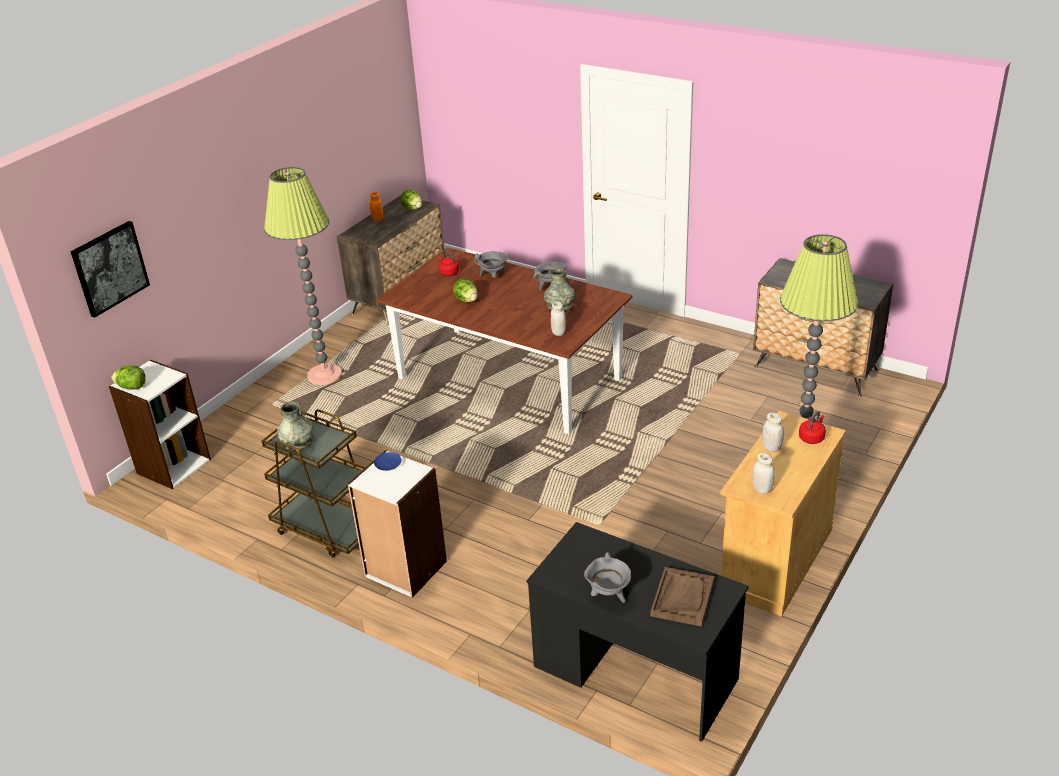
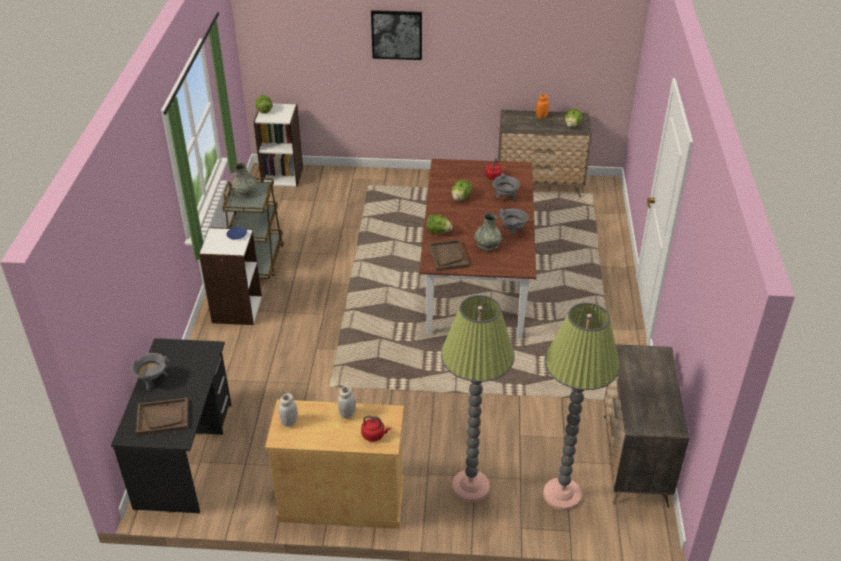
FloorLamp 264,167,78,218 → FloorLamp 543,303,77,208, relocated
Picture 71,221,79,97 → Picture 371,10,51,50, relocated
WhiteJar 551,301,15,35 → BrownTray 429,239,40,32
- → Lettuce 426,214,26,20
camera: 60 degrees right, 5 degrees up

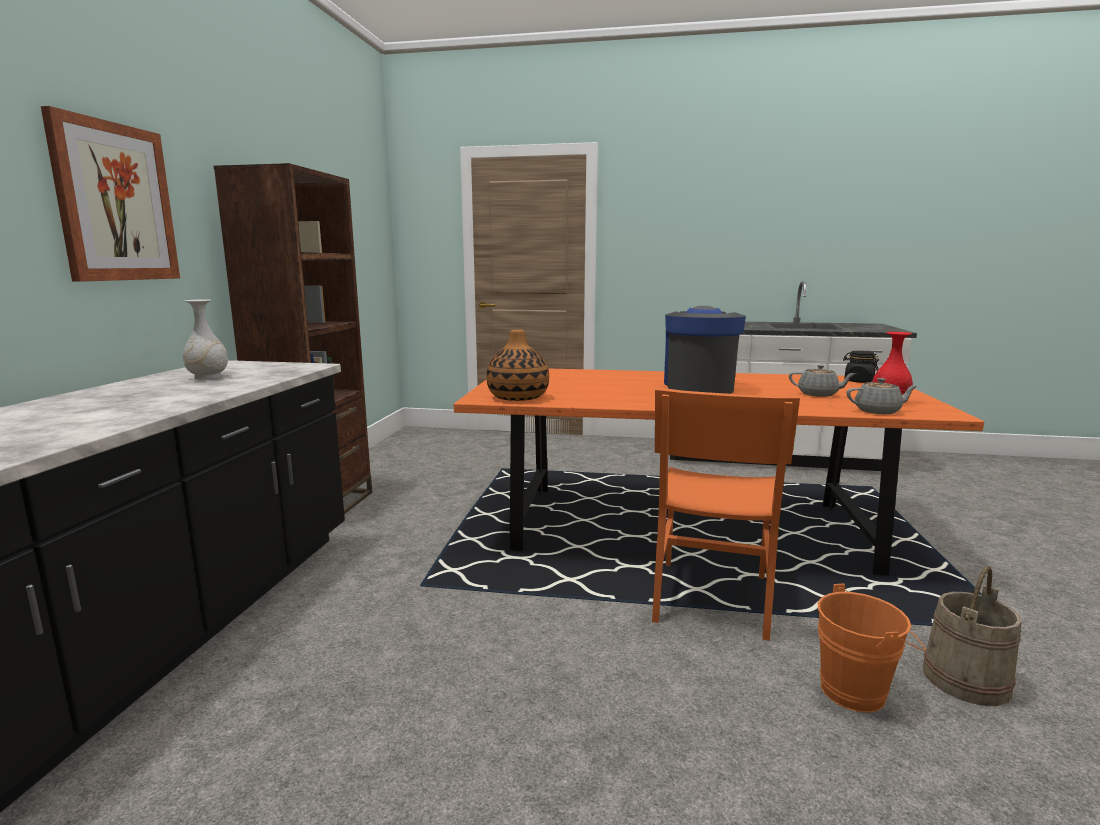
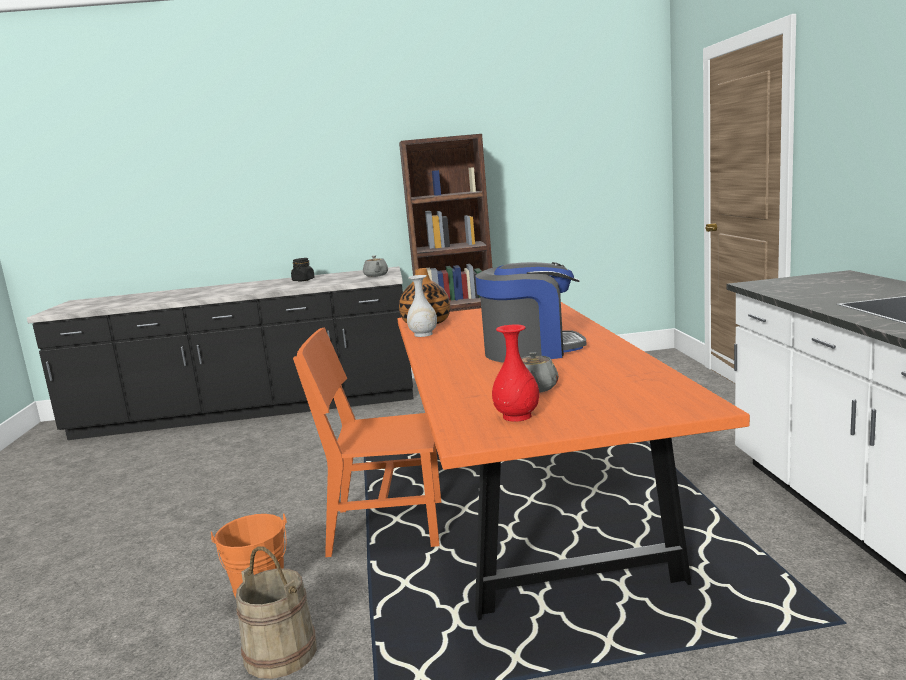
Picture 41,106,139,176 → -
WhiteVase 183,299,45,81 → WhiteVase 407,275,30,62, relocated
BlackJar 843,351,36,32 → BlackJar 291,258,24,23, relocated
GreyTeapot 847,378,71,36 → GreyTeapot 363,256,25,21, relocated
camera: 75 degrees right, 0 degrees up

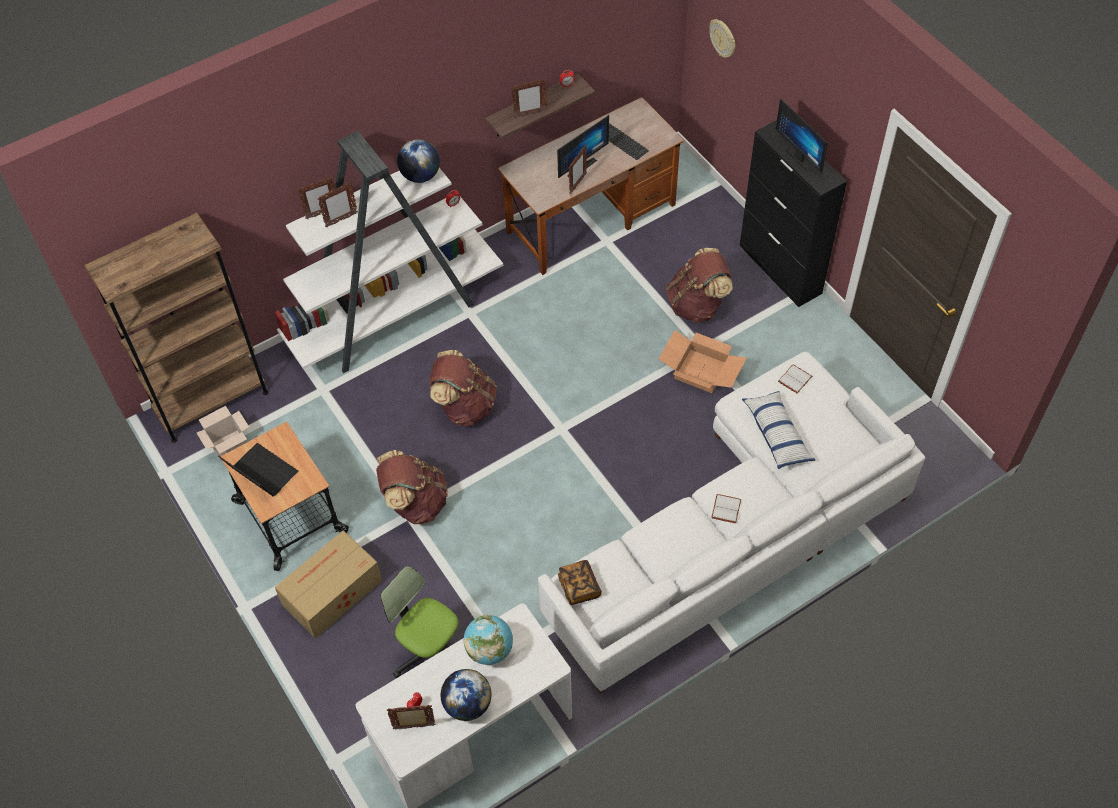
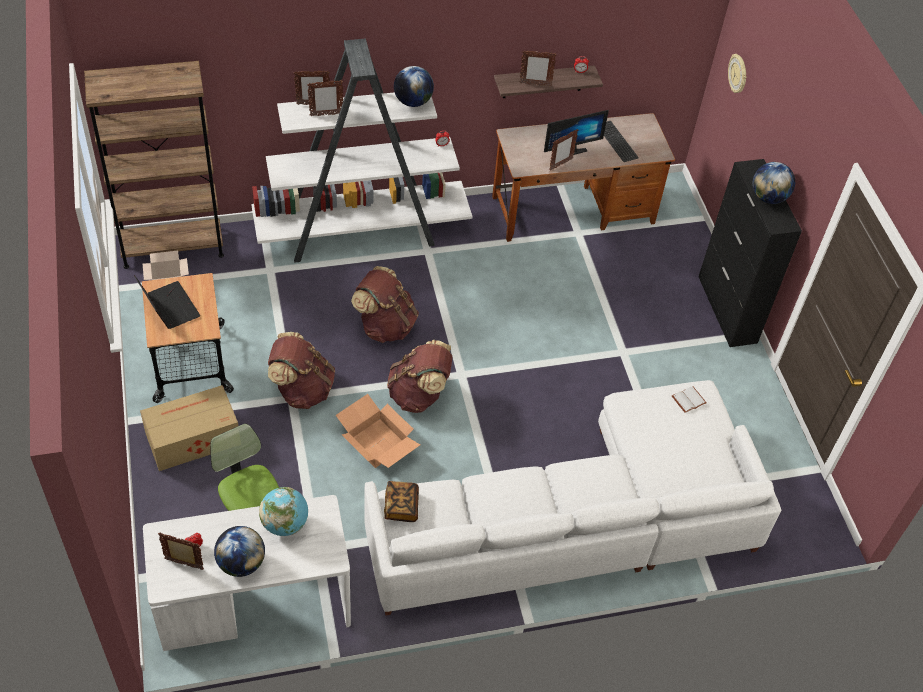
Monitor 776,98,52,75 → Globe 752,162,43,42
BrownBackpack 666,248,67,75 → BrownBackpack 387,340,66,73, relocated
CardboardBox 659,330,88,63 → CardboardBox 336,394,84,74, relocated
Pillow 742,391,73,78 → -
WhiteBook 711,494,30,29 → -
camera: 15 degrees right, 5 degrees down

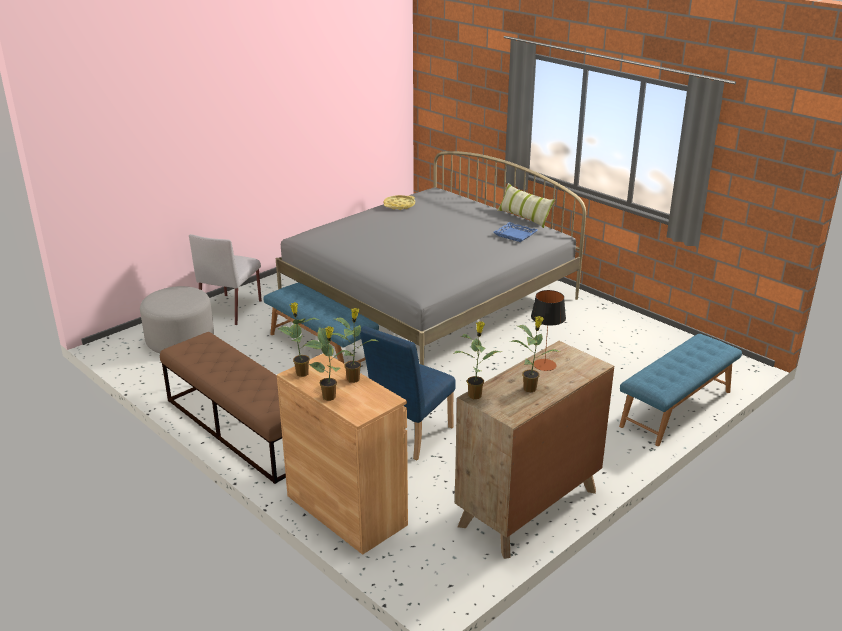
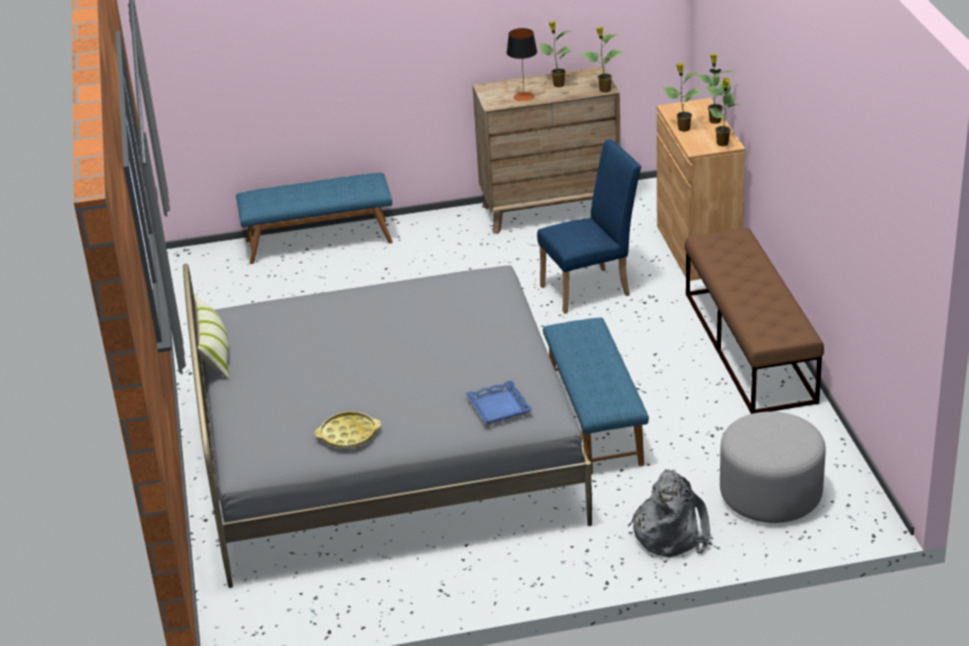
BlueTray 493,222,45,20 → BlueTray 465,380,68,44, relocated
GreyChair 189,234,73,91 → GreyBackpack 628,469,82,88
camera: 145 degrees left, 5 degrees up

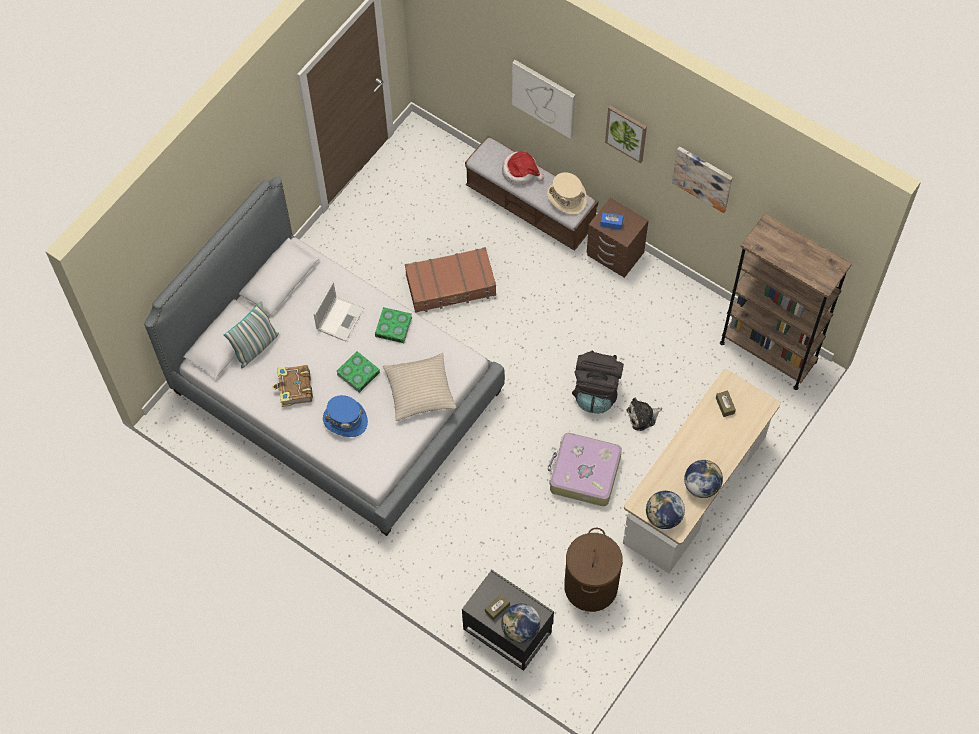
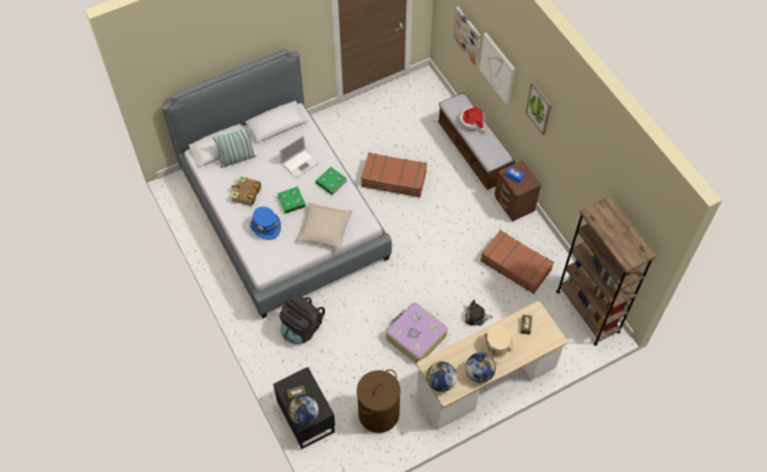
Picture 672,146,61,67 → Picture 453,7,28,58, relocated
BeigeHat 547,172,40,43 → BeigeHat 481,325,33,38, relocated
BlackBackpack 572,351,52,63 → BlackBackpack 279,295,46,49, relocated
- → BrownSuitcase 481,230,73,64
camera: 25 degrees right, 5 degrees down

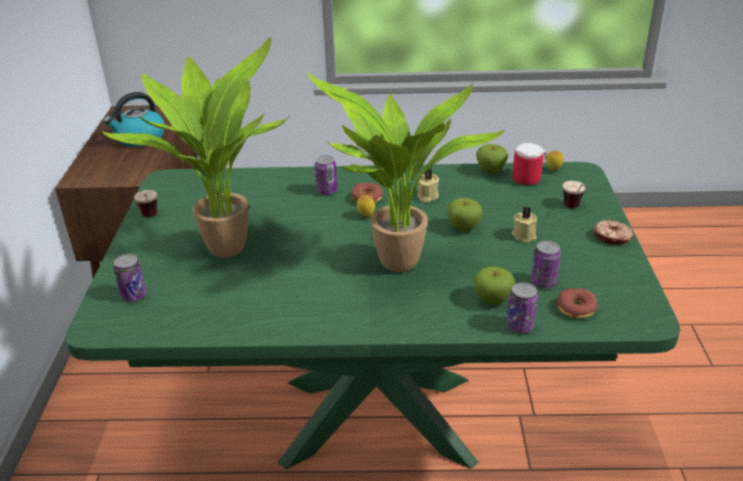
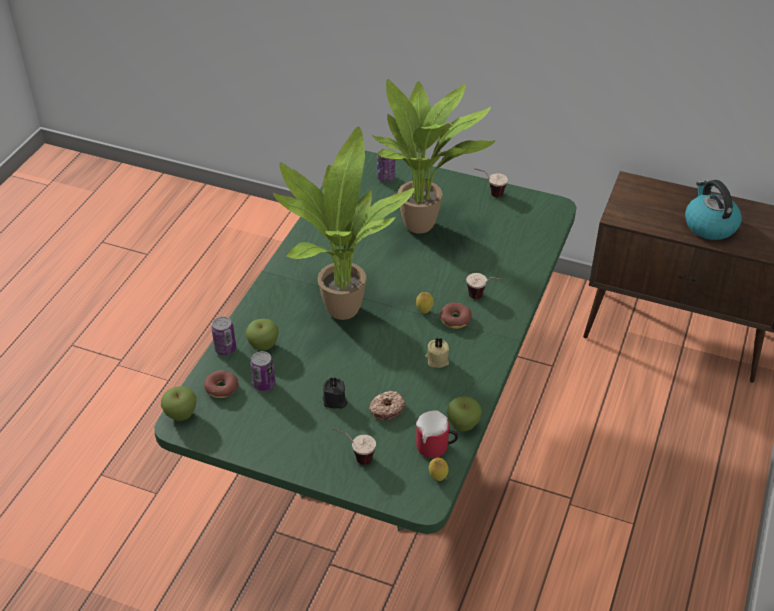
Can 315,155,22,40 → Cup 466,273,37,26
Apple 447,198,35,34 → Apple 161,386,36,35, relocated
BeigeCandle 512,207,25,36 → BlackCandle 323,377,24,32
Donut 593,220,41,25 → Donut 369,391,36,30, relocated
camera: 110 degrees right, 10 degrees up

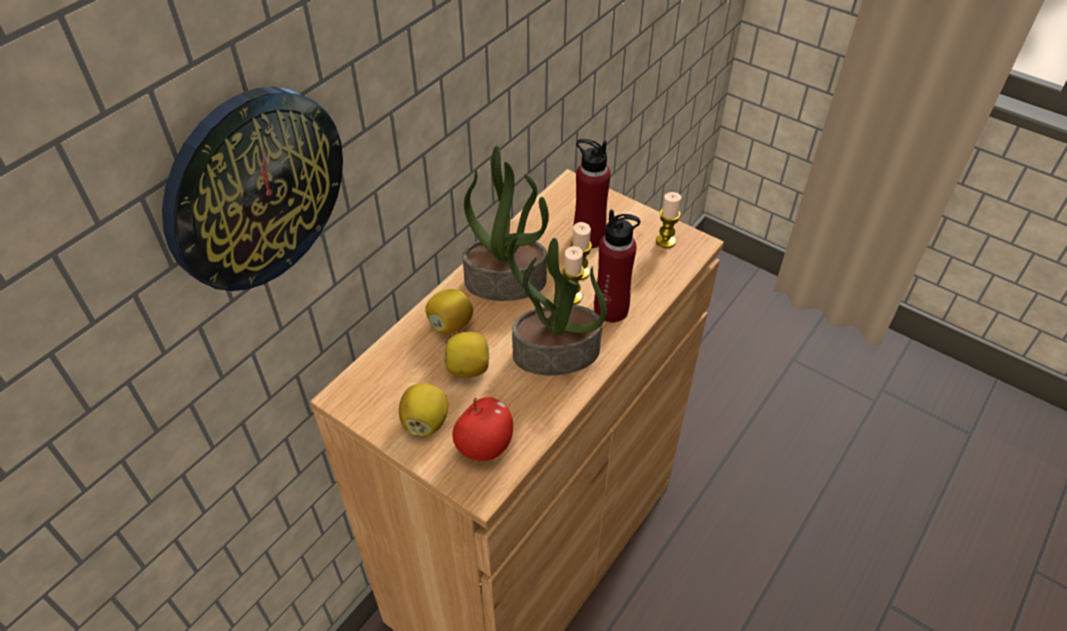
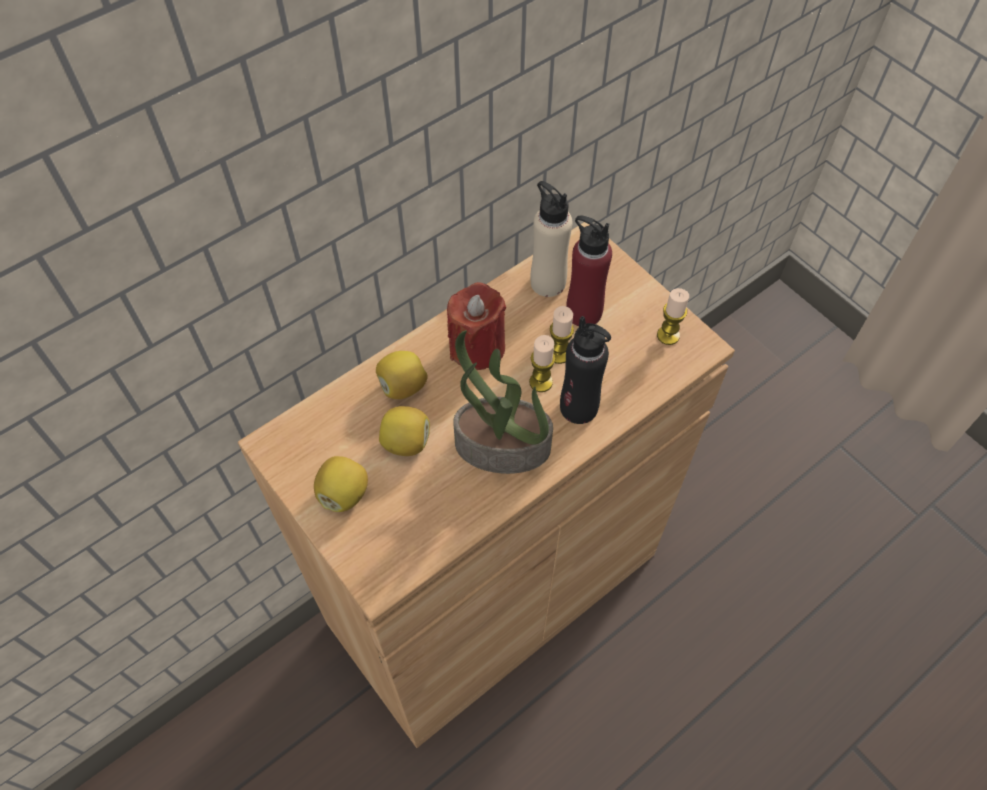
WallClock 162,86,181,205 → -
PottedPlant 462,146,87,155 → RedCandle 447,282,59,88
RedBottle 594,209,46,114 → BlackBottle 560,316,51,108
Apple 452,397,61,64 → -
- → BeigeBottle 530,181,43,116
camera: 15 degrees right, 10 degrees up

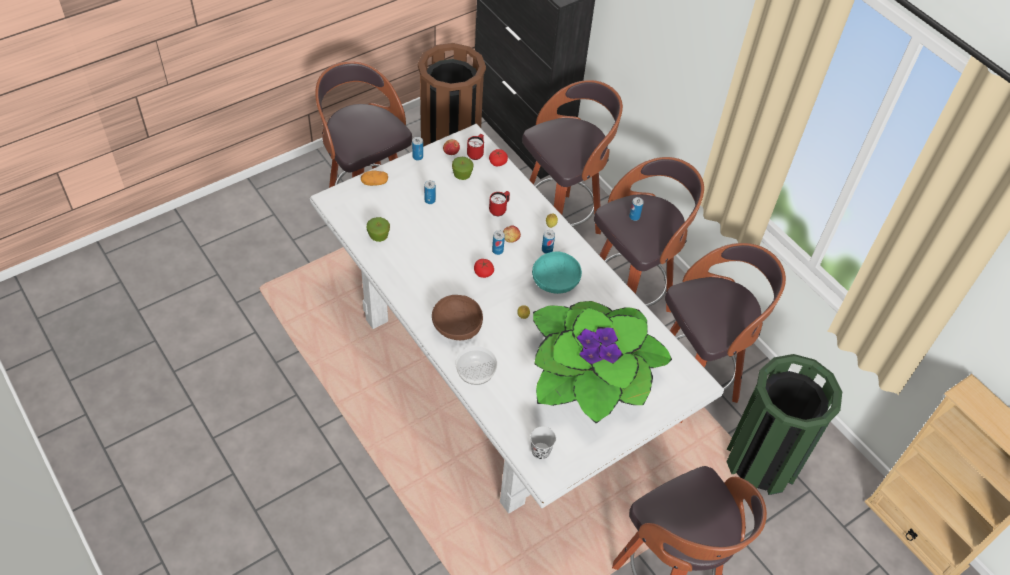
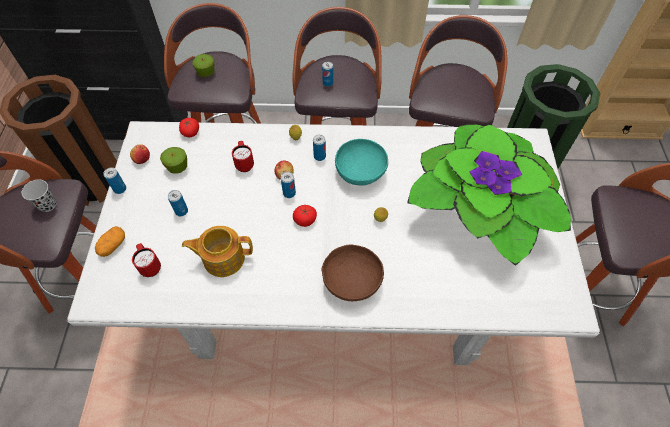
RedMug 467,134,17,26 → RedMug 132,243,29,34, relocated
Apple 367,217,23,25 → Apple 192,54,23,23, relocated
Bowl 456,346,41,39 → -
BlackCup 530,426,26,33 → BlackCup 22,179,34,33, relocated
- → Teapot 182,226,71,51
camera: 50 degrees left, 5 degrees up

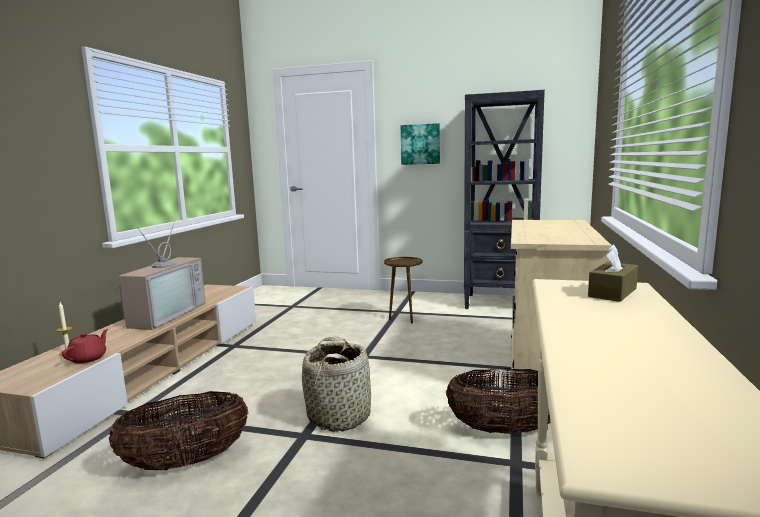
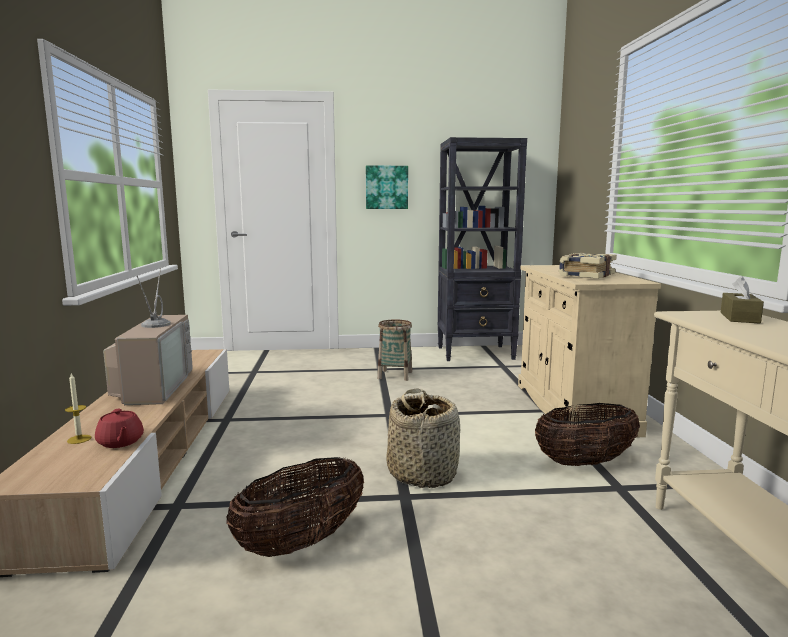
BrownSideTable 384,257,38,67 → Basket 377,319,35,62
RedTeapot 62,329,46,35 → RedTeapot 95,409,49,39, 150 degrees clockwise
- → Book 559,253,58,26
camera: 20 degrees left, 0 degrees up

